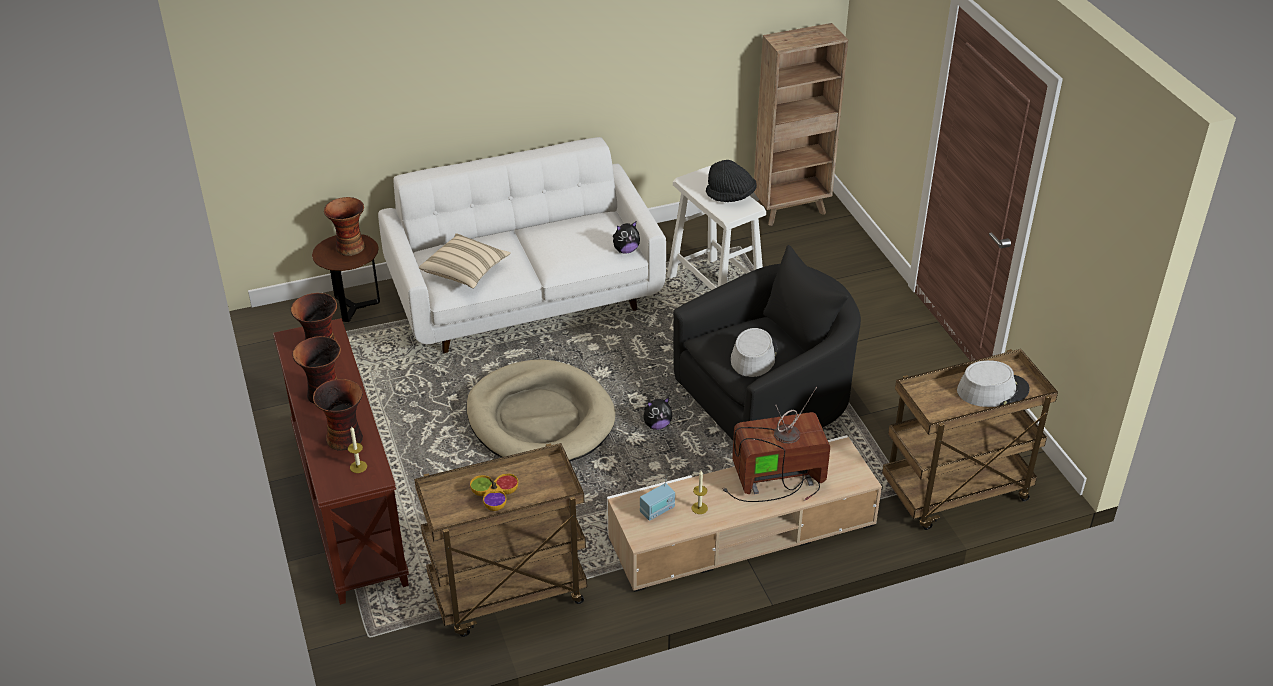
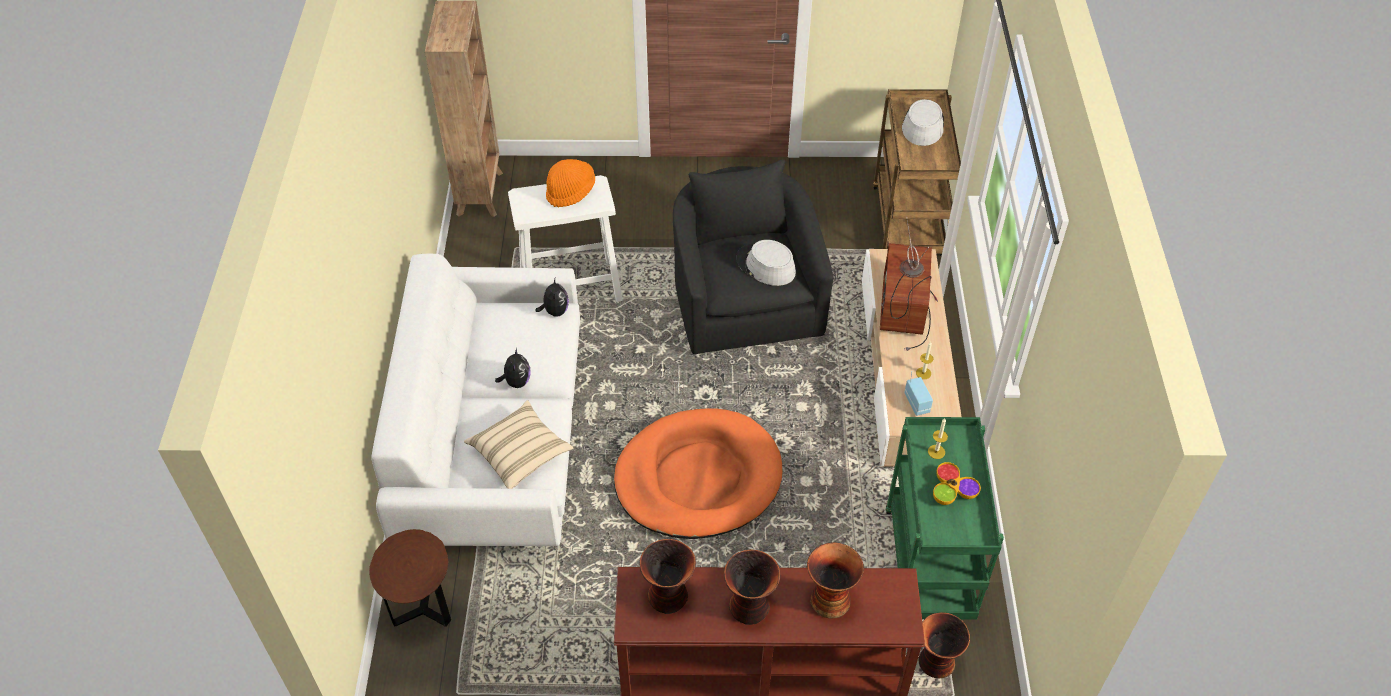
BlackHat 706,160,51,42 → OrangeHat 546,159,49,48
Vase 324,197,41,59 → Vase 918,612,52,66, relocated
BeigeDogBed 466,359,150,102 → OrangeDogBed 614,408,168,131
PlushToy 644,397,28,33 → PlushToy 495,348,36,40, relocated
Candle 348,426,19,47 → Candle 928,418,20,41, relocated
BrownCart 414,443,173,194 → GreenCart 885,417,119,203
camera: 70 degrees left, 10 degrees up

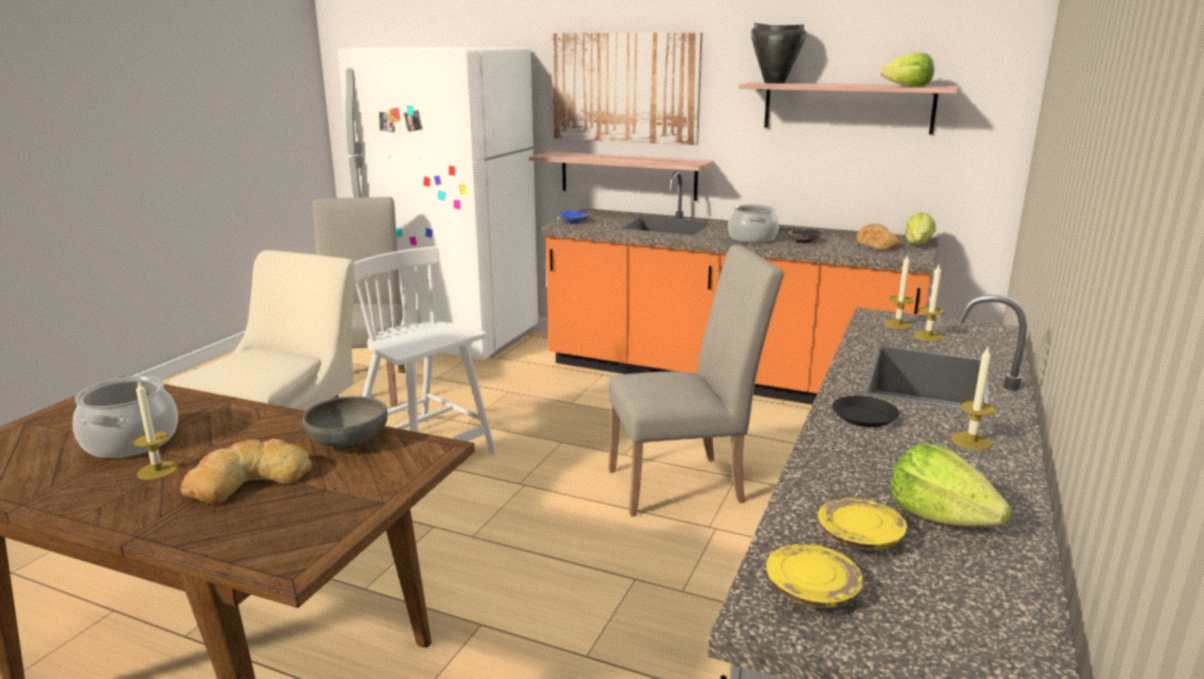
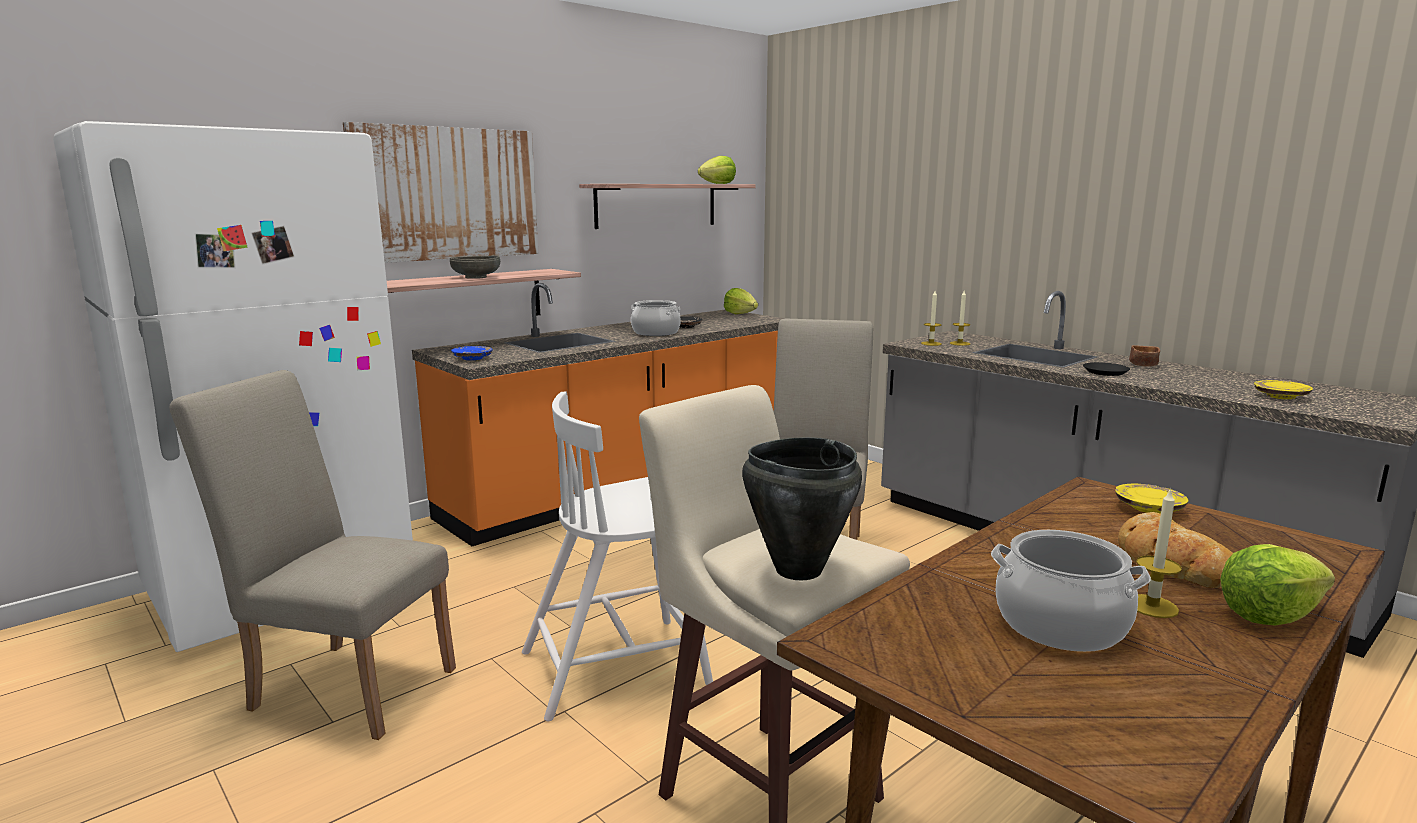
BlackCookingPot 751,23,55,61 → BlackCookingPot 742,437,120,143, relocated
Bread 856,223,45,27 → -
Candle 951,348,44,102 → BrownBowl 1129,345,31,22
GreyBowl 303,396,85,53 → GreyBowl 450,255,50,24, relocated
Lettuce 890,444,122,83 → Lettuce 1220,544,115,82, relocated
YellowPlate 766,544,97,64 → YellowPlate 1115,484,73,30, relocated
camera: 65 degrees left, 5 degrees down

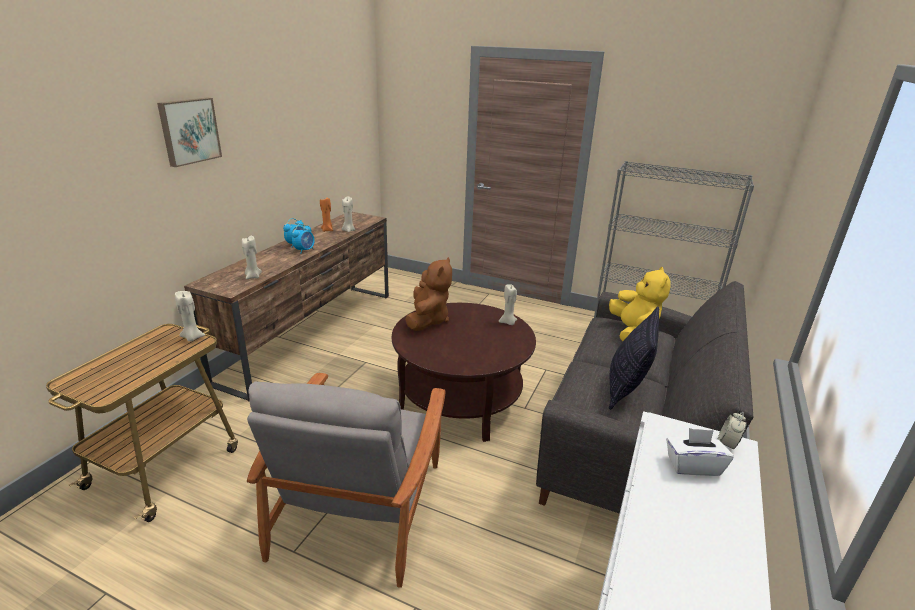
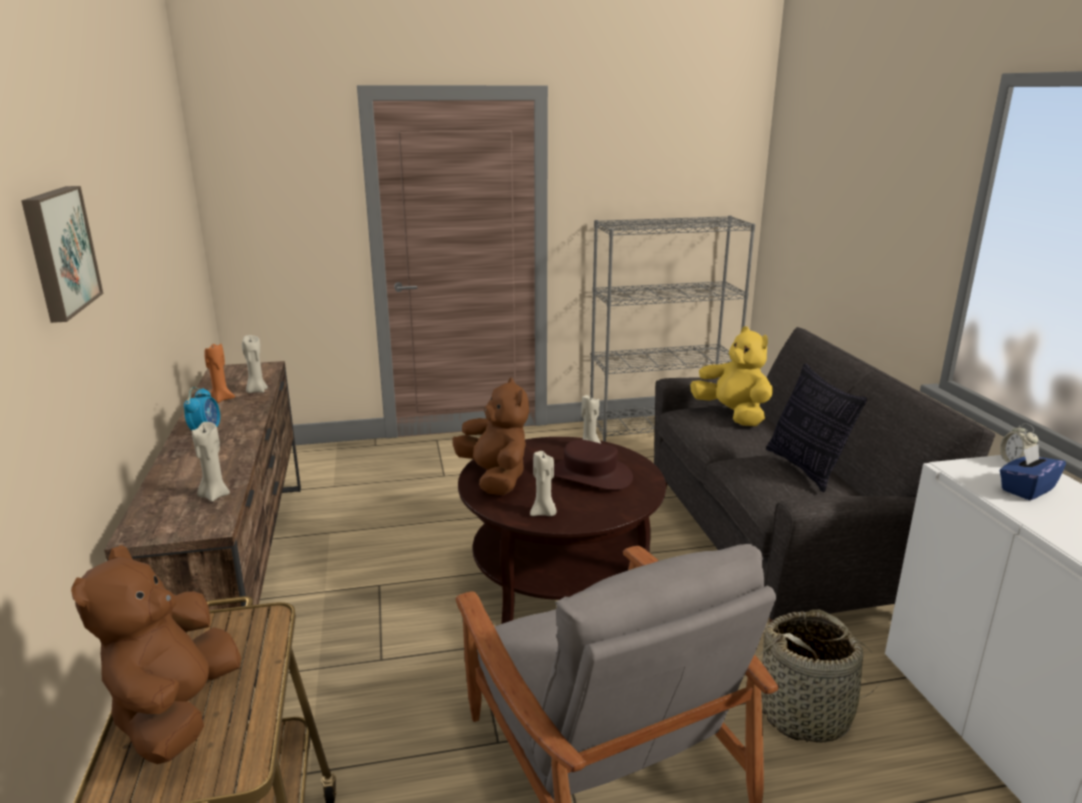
AlarmClock 292,224,23,30 → -
BeigeCandle 175,291,30,50 → BeigeCandle 530,451,27,65, relocated
WhiteTissueBox 666,428,68,48 → BlueTissueBox 1000,444,66,56
- → BrownHat 554,440,79,50
- → BrownPlushToy 71,545,170,219
- → Basket 760,610,120,133
camera: 35 degrees left, 5 degrees down

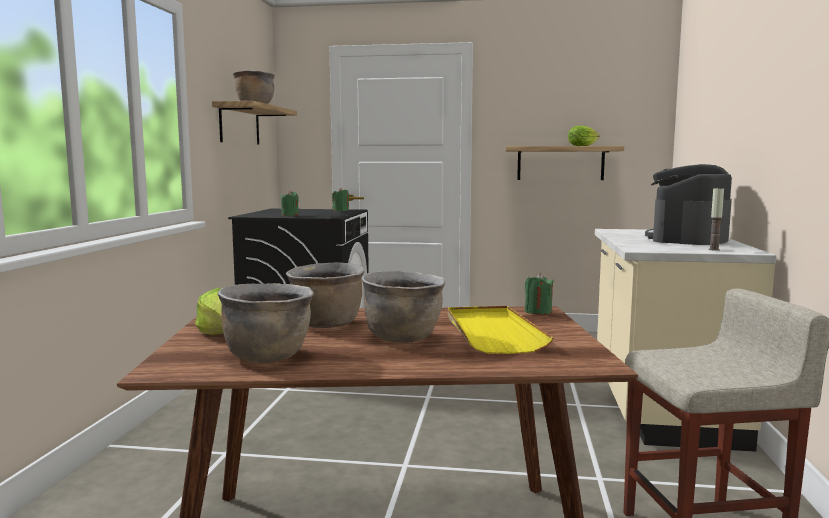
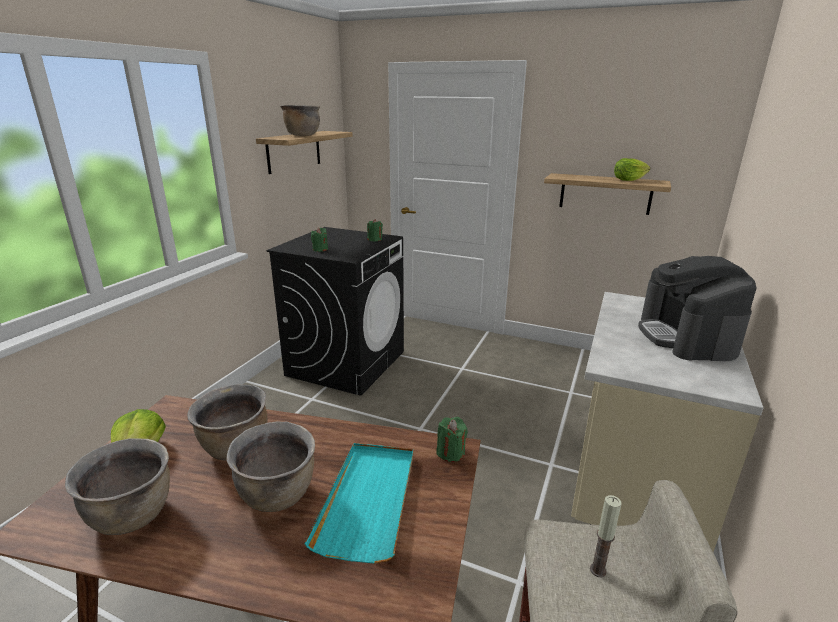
CoffeeMachine 645,164,87,81 → CoffeeMachine 638,256,118,105, 45 degrees counterclockwise
Candle 708,186,16,65 → Candle 590,495,32,83, relocated
YellowTray 448,306,106,48 → TurquoiseTray 305,443,108,121
camera: 15 degrees right, 15 degrees up

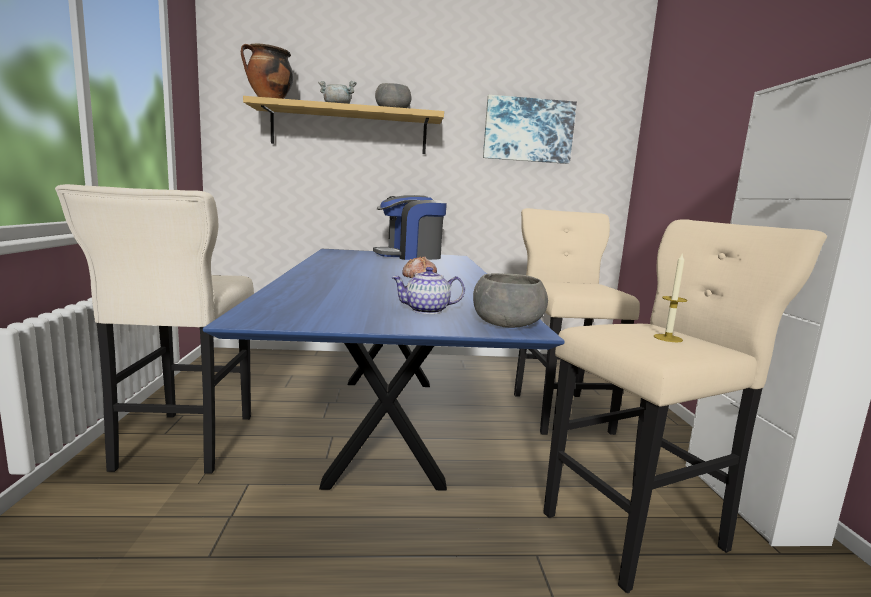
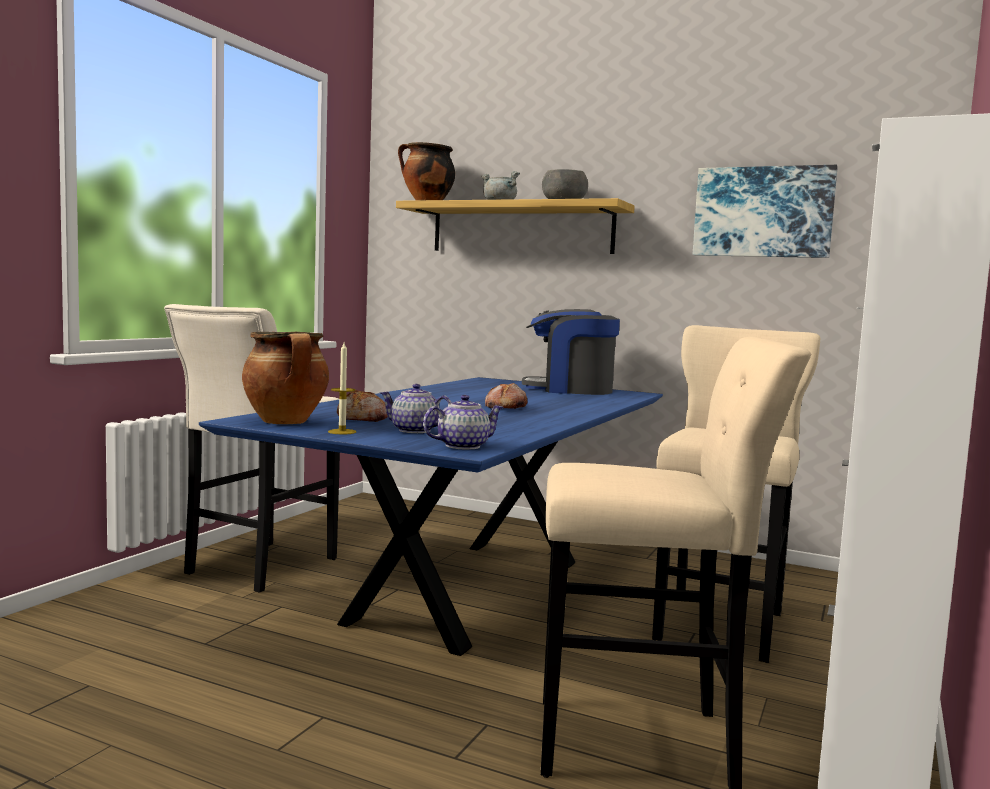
Candle 654,252,34,90 → Candle 328,343,28,91, relocated
GreyBowl 473,273,75,55 → Teapot 423,395,81,55
- → CookingPot 242,332,87,92
- → Bread 337,390,51,32
camera: 30 degrees right, 5 degrees down

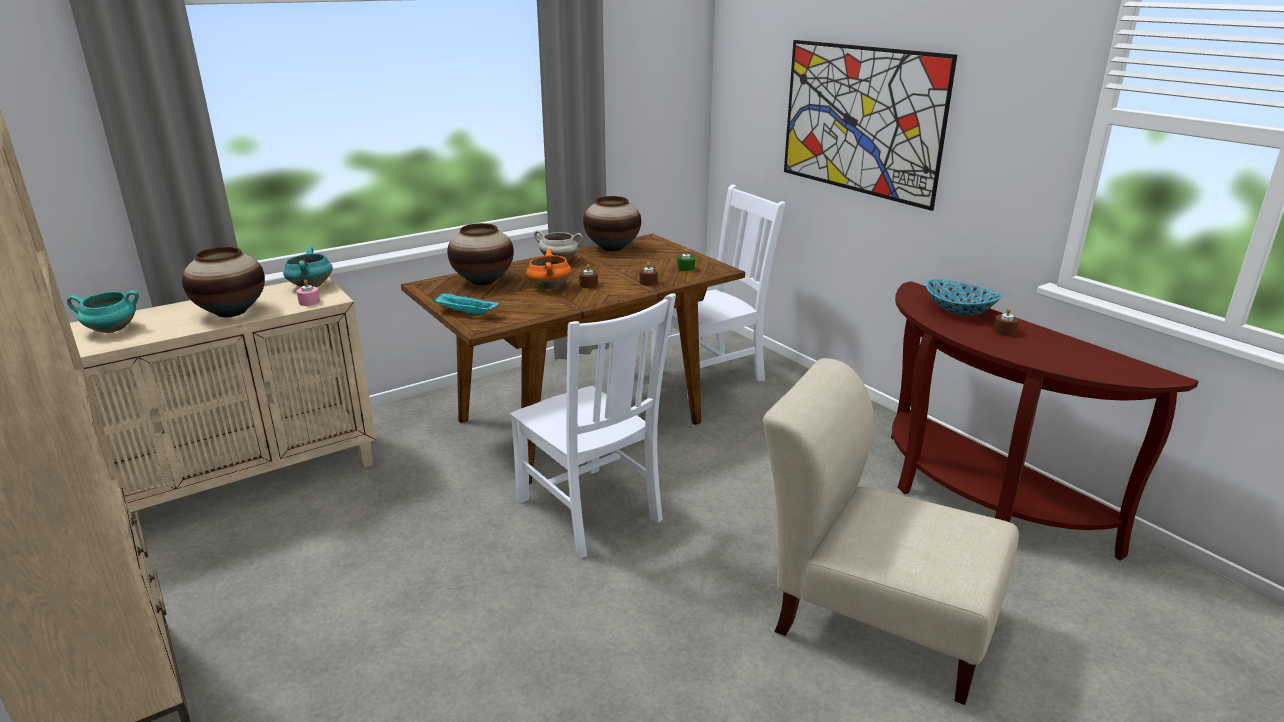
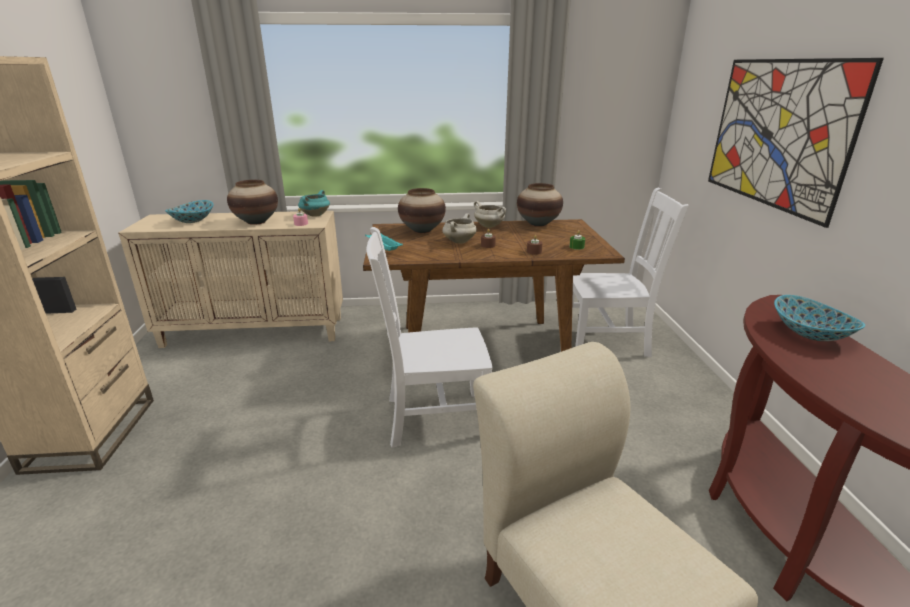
OrangeCookingPot 526,249,46,40 → WhiteCookingPot 442,213,35,30
TurquoiseCookingPot 67,290,72,43 → Bowl 165,200,49,23
WhiteChair 510,294,166,264 → WhiteChair 366,227,127,221, 90 degrees clockwise
BrownCandle 993,308,26,28 → -
camera: 30 degrees right, 0 degrees up

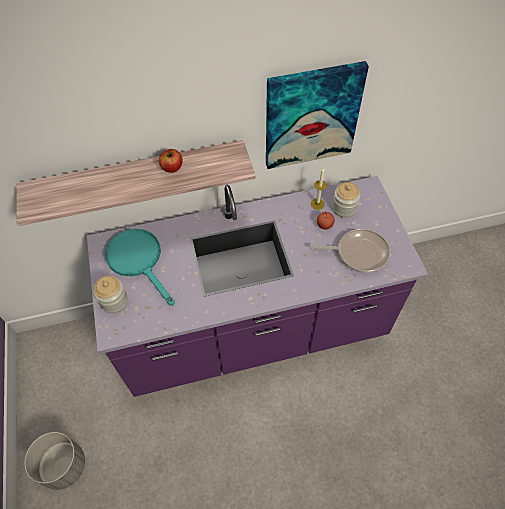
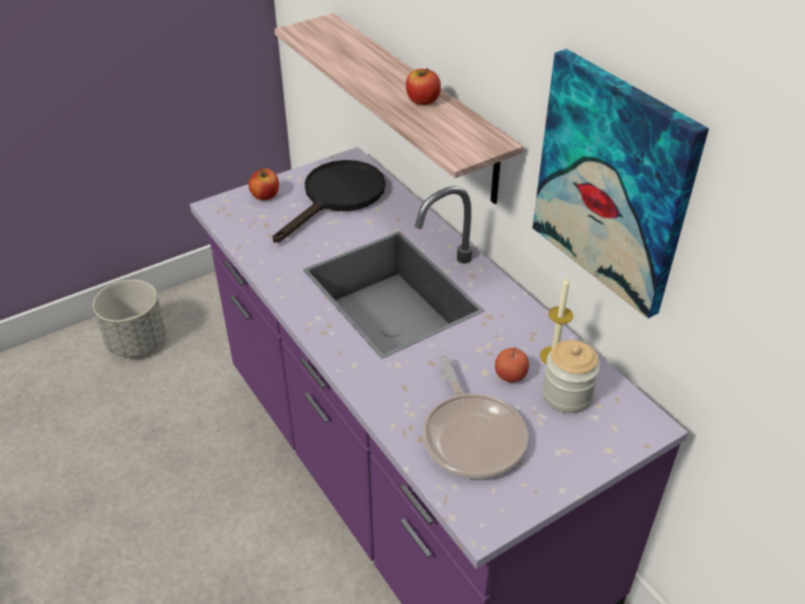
TurquoiseFryingPan 105,229,70,77 → BlackFryingPan 272,160,113,83
Jar 94,276,34,37 → Apple 249,168,30,32
camera: 70 degrees right, 15 degrees down

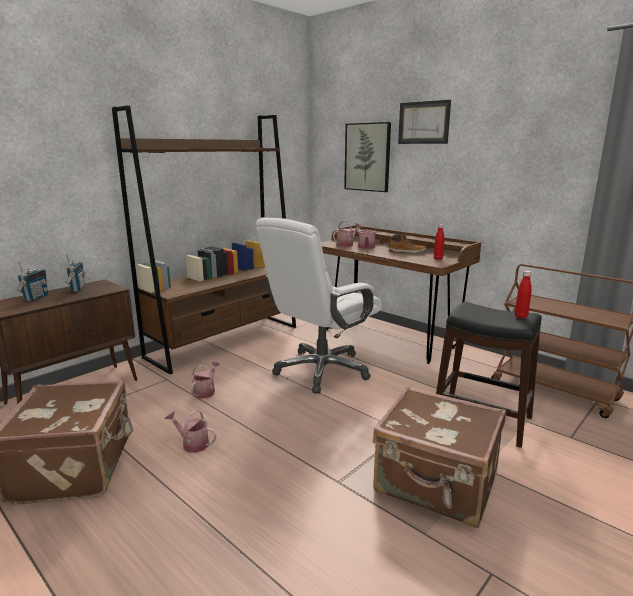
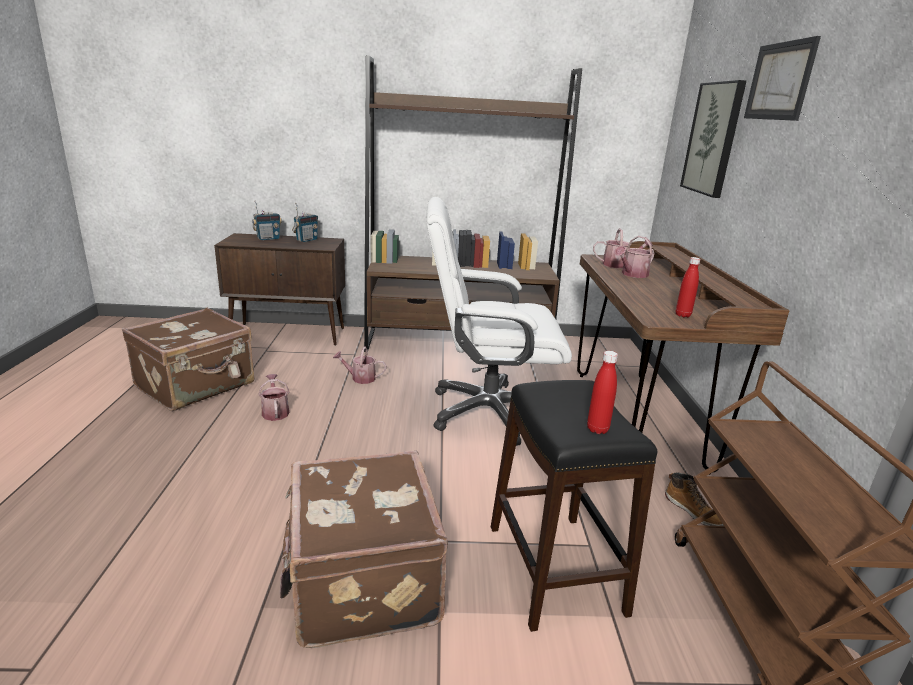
Boot 389,233,37,20 → Boot 665,473,59,53, relocated
WateringCan 191,361,29,38 → WateringCan 333,347,53,37, 150 degrees counterclockwise
camera: 45 degrees right, 5 degrees up

